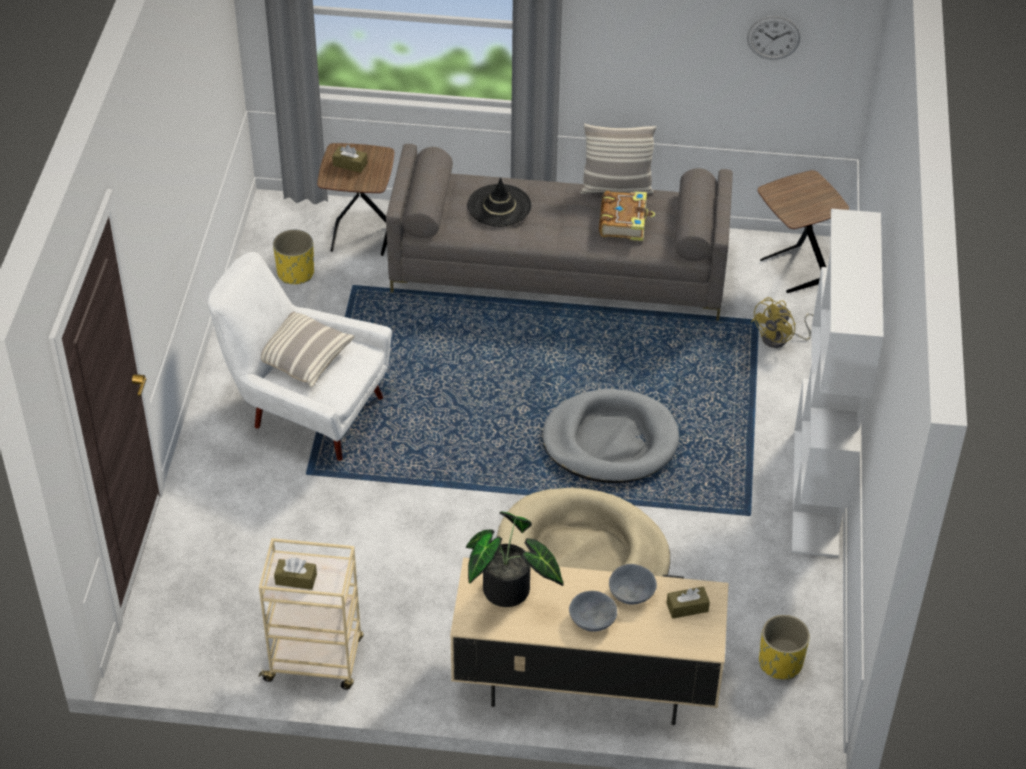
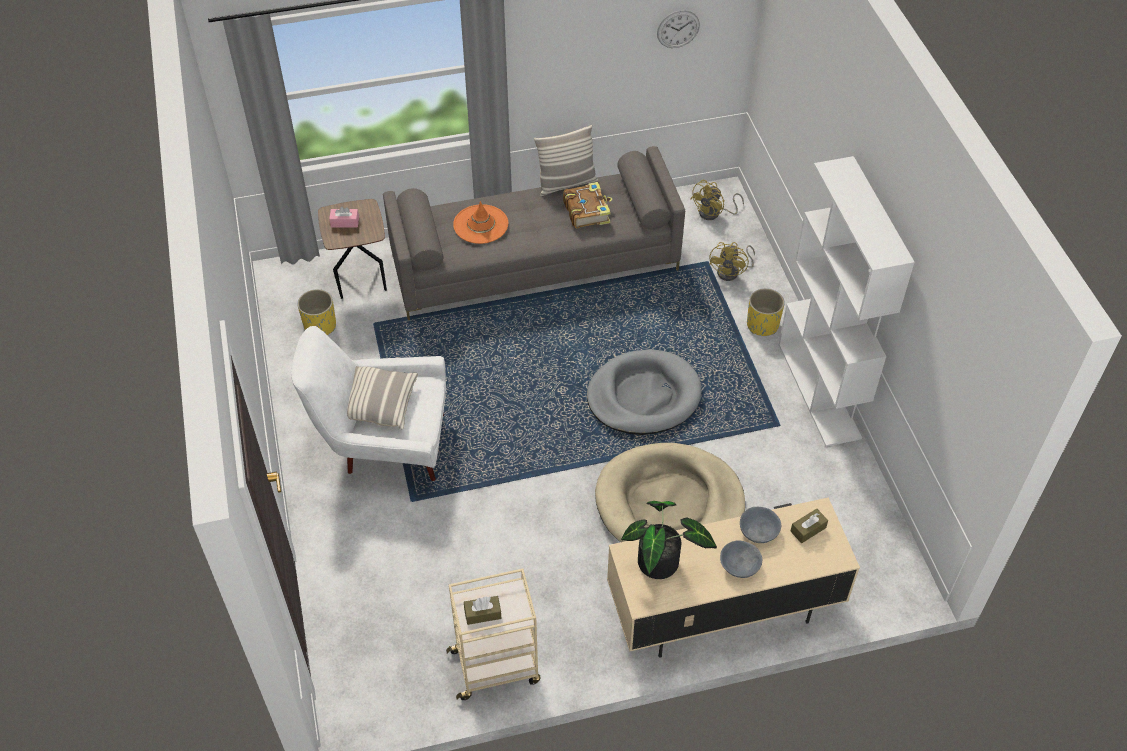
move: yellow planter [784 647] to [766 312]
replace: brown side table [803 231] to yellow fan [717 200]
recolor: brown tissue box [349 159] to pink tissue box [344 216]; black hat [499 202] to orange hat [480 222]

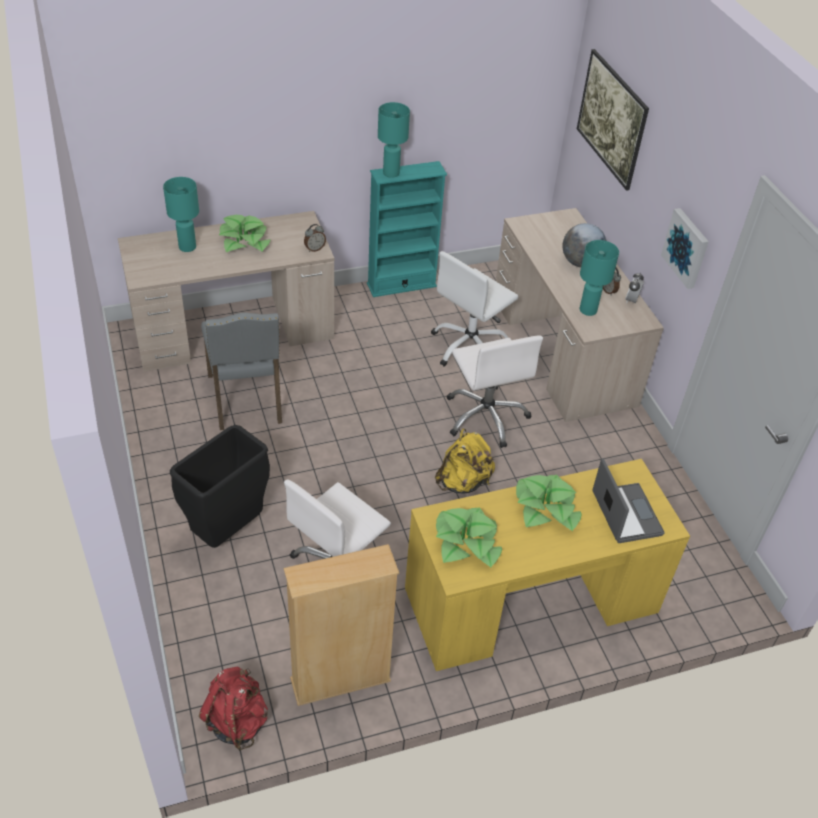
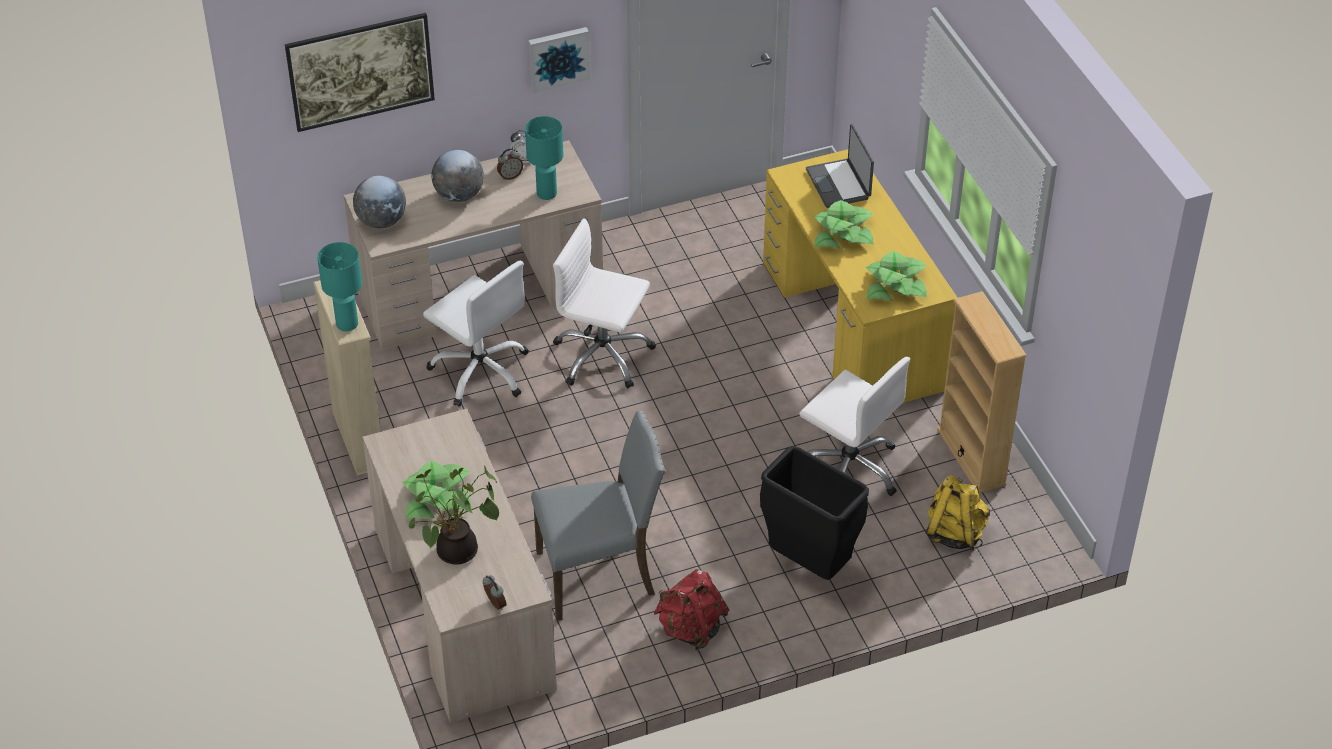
insert: globe [379 202]
move: red backpack [233 708] to [691 609]; alarm clock [315 238] to [495 592]; yellow backpack [465 461] to [957 513]
replace: turquoise table lamp [181 214] to potted plant [454 515]
recolor: turquoise bookcase [407 229] to beige bookcase [347 378]
rotate: white office chair [494 391] = [604 303] 135 degrees counterclockwise; laptop [628 501] = [840 166] 90 degrees counterclockwise

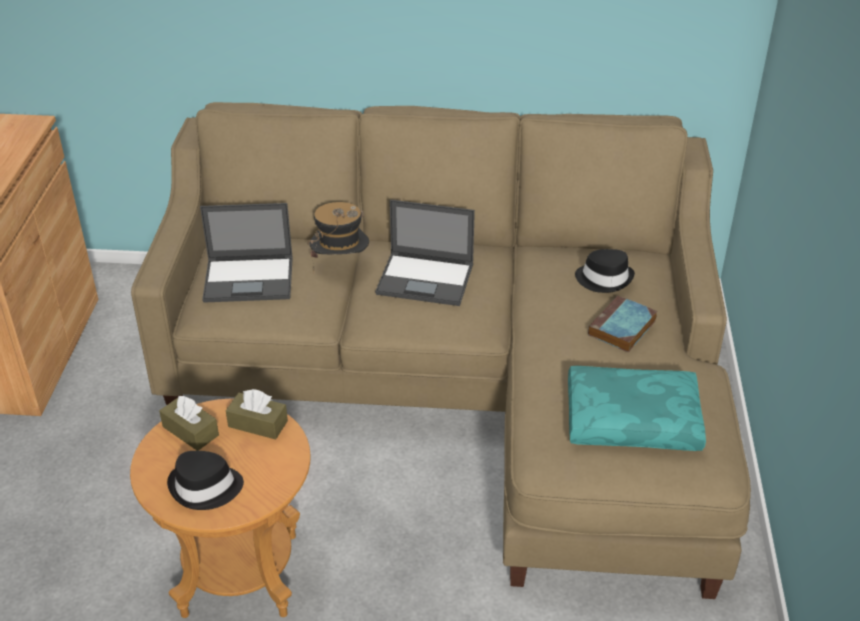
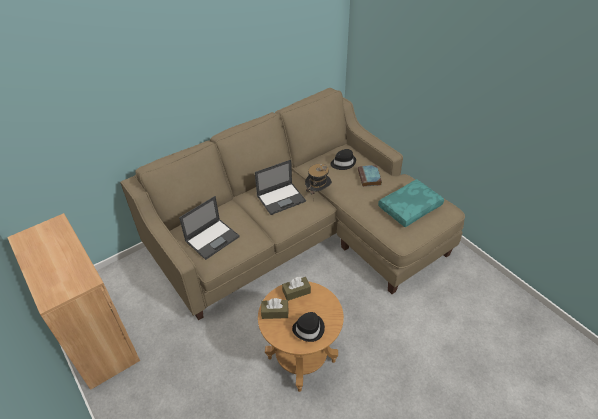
move: hat [338 237] to [318 183]

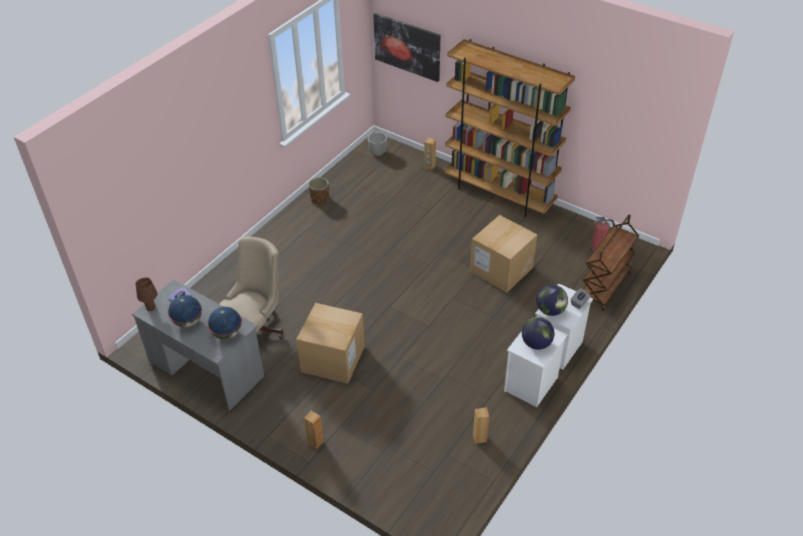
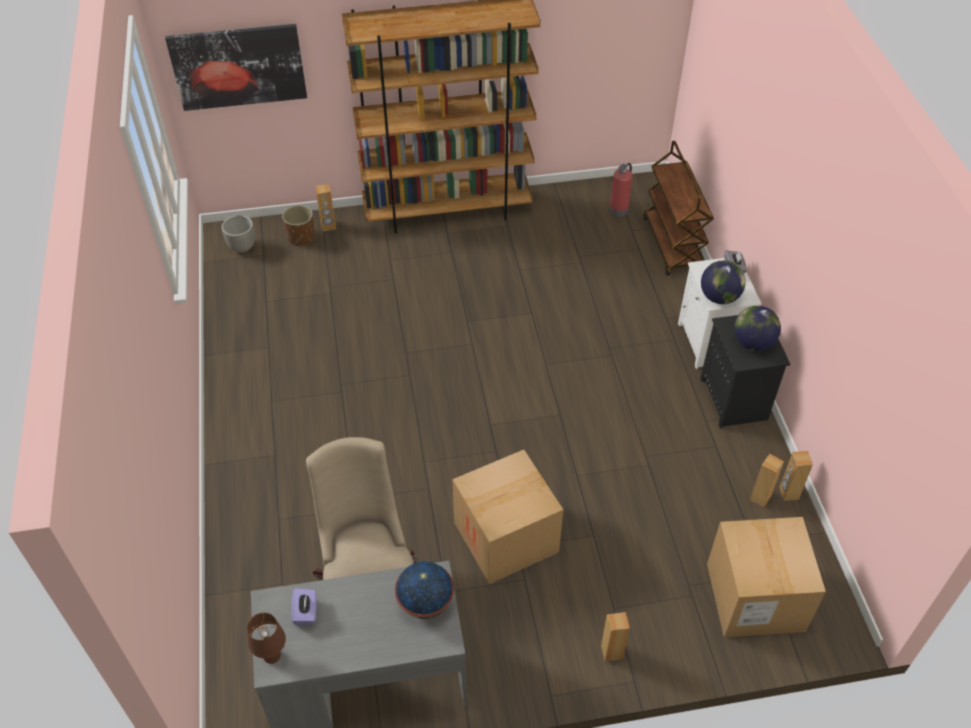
delete: globe [185 311]
insert: brown speaker [796 476]
move: brown planter [318 191] to [298 226]; cardboard box [504 253] to [766 577]
recolor: white nightstand [536 367] to black nightstand [745 372]

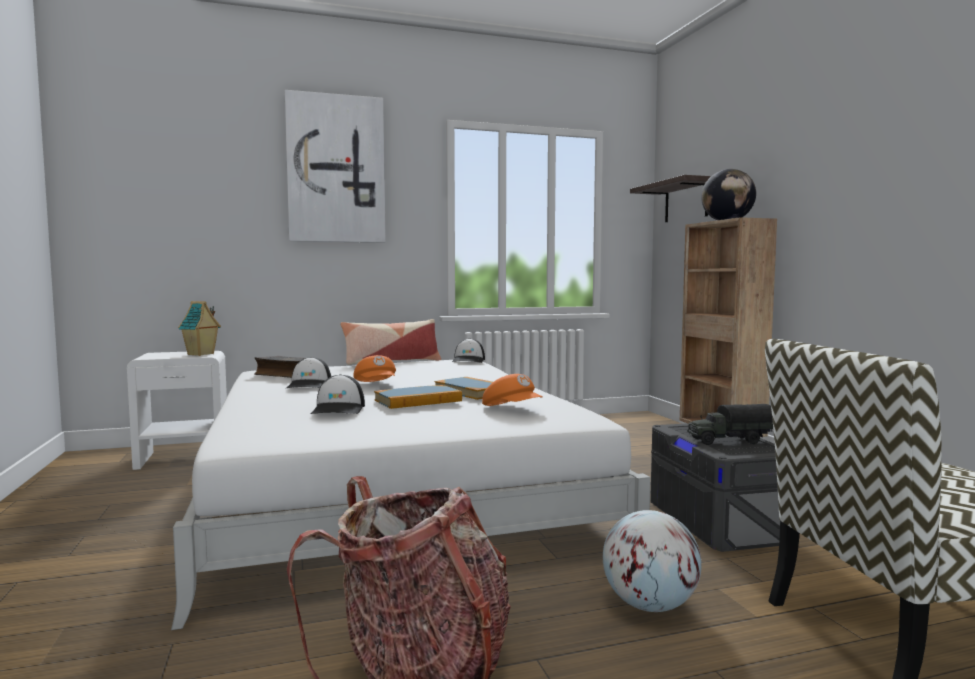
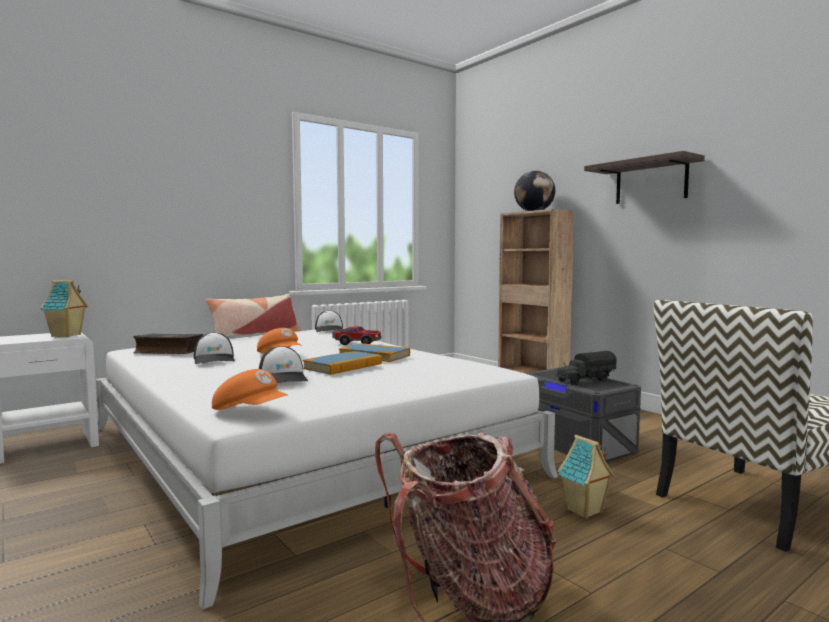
delete: picture [335 166]
insert: toy car [357 335]
move: orange cap [512 390] to [250 389]; shelf [670 198] to [644 177]
replace: globe [652 561] to toy house [586 477]

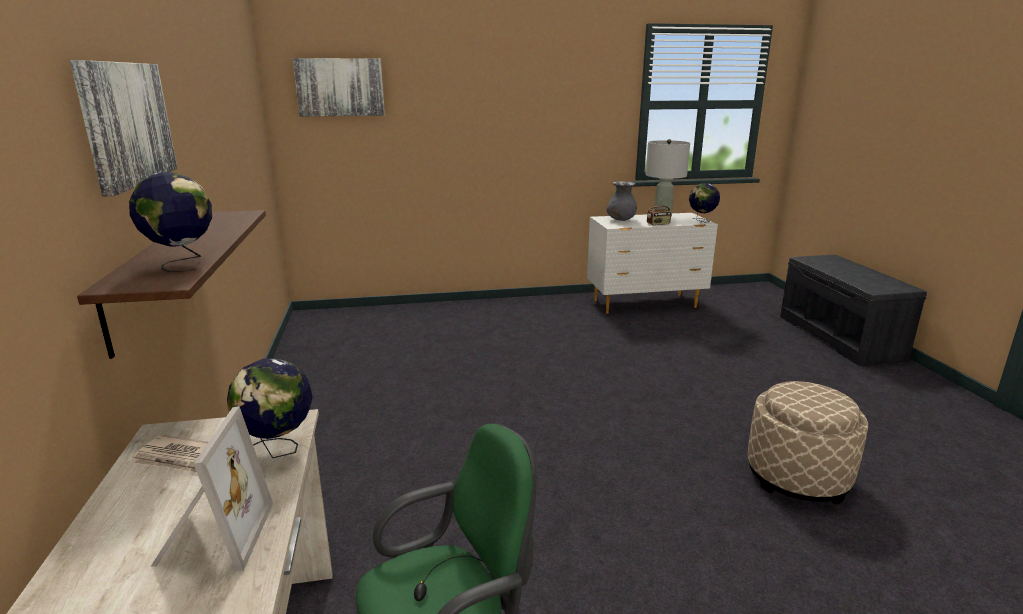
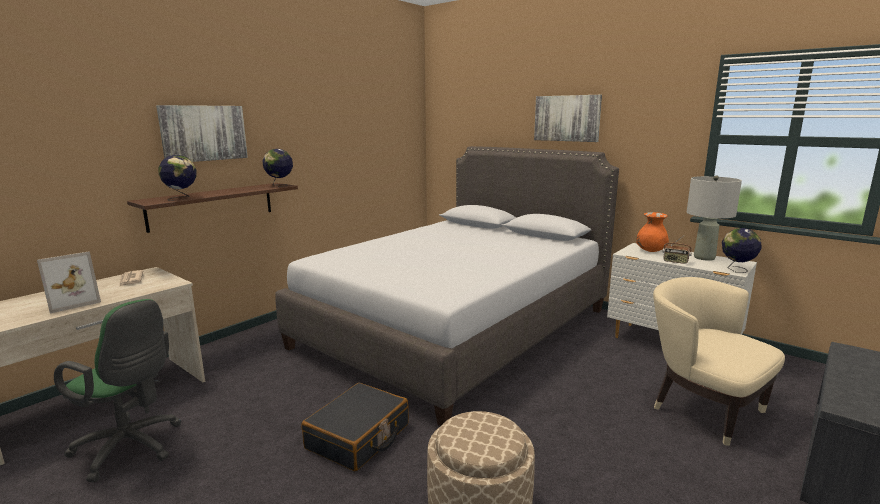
insert: grey bed [447 286]; black suitcase [355 427]; beige armchair [719 361]
move: globe [269 408] to [277 168]; picture [339 87] to [568 118]
recolor: grey vase [622 201] to orange vase [652 232]

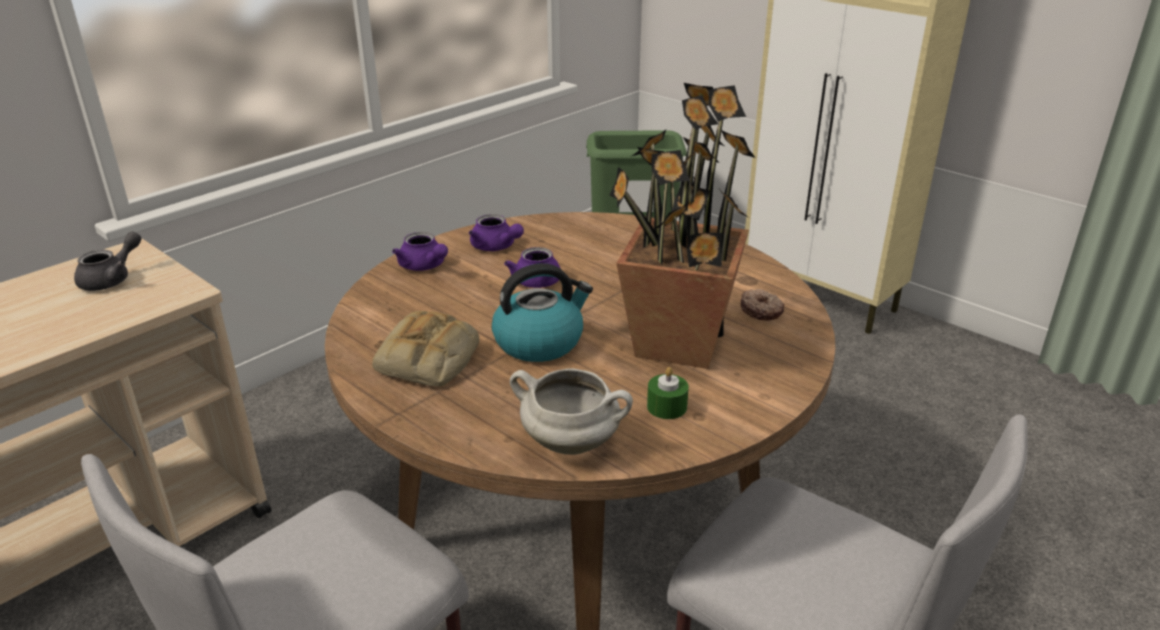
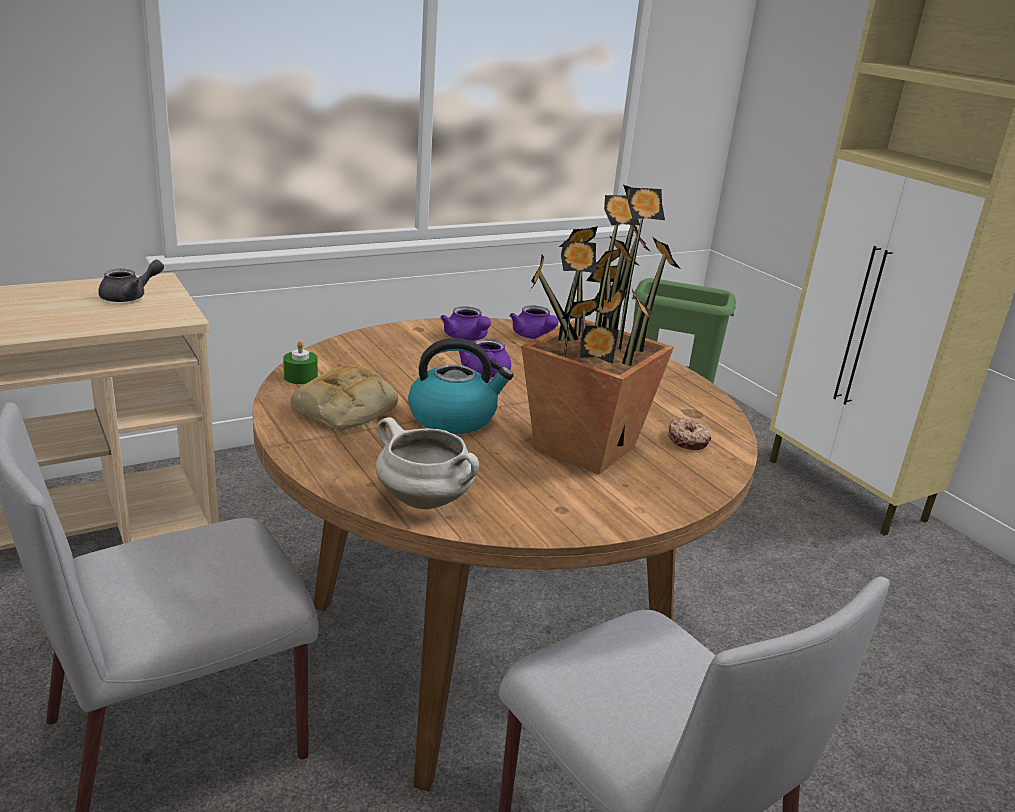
move: purple teapot [420 251] to [534 322]; green candle [668 393] to [300 362]

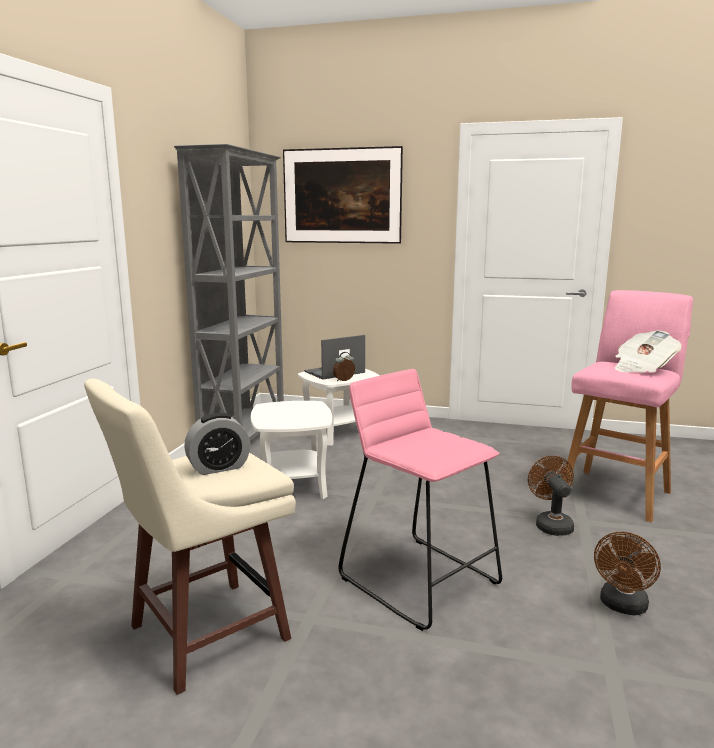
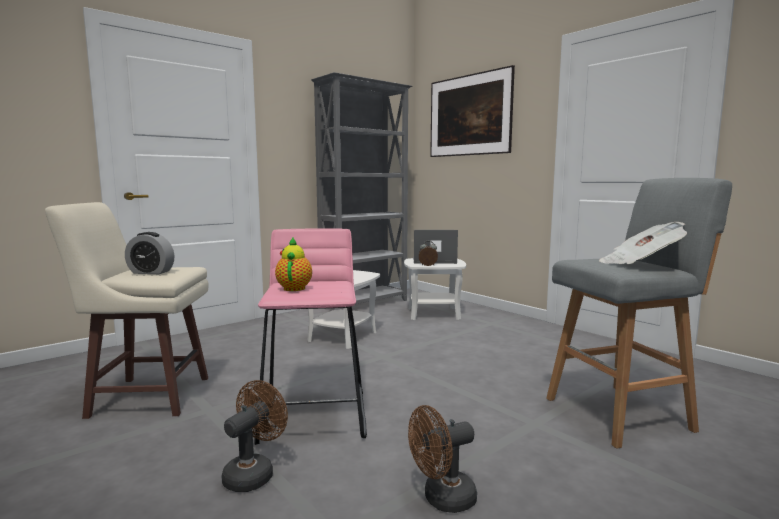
insert: teapot [293 264]
move: brown fan [551 496] to [254 436]
recolor: pink stool [628 406] to grey stool [639 313]

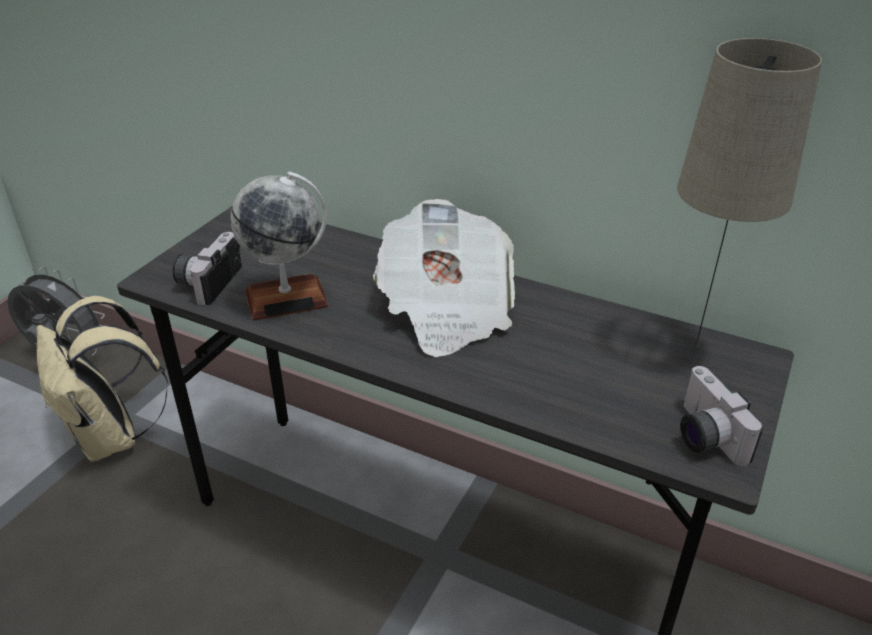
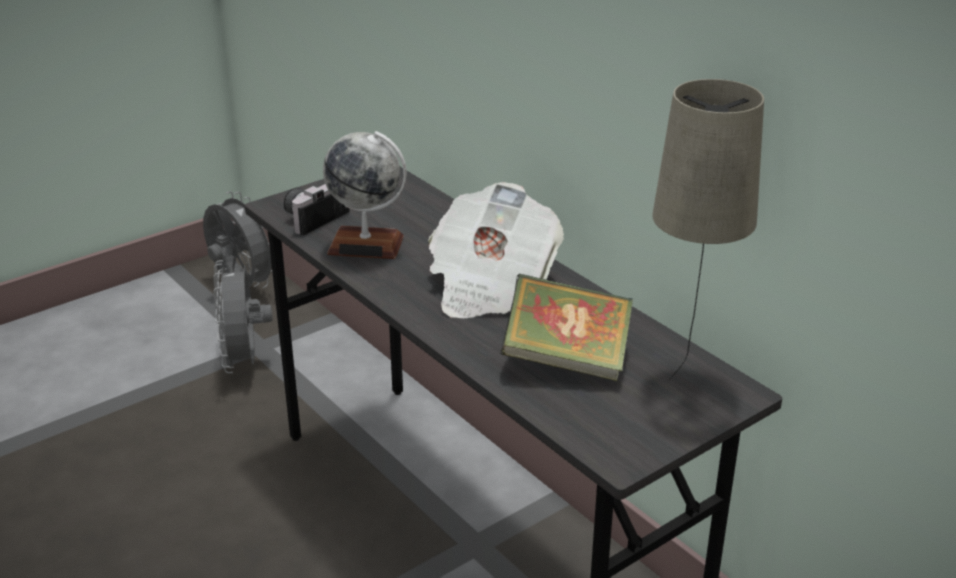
delete: photo camera [721 416]
insert: book [567 327]
replace: beige backpack [102 379] to grey fan [243 316]

